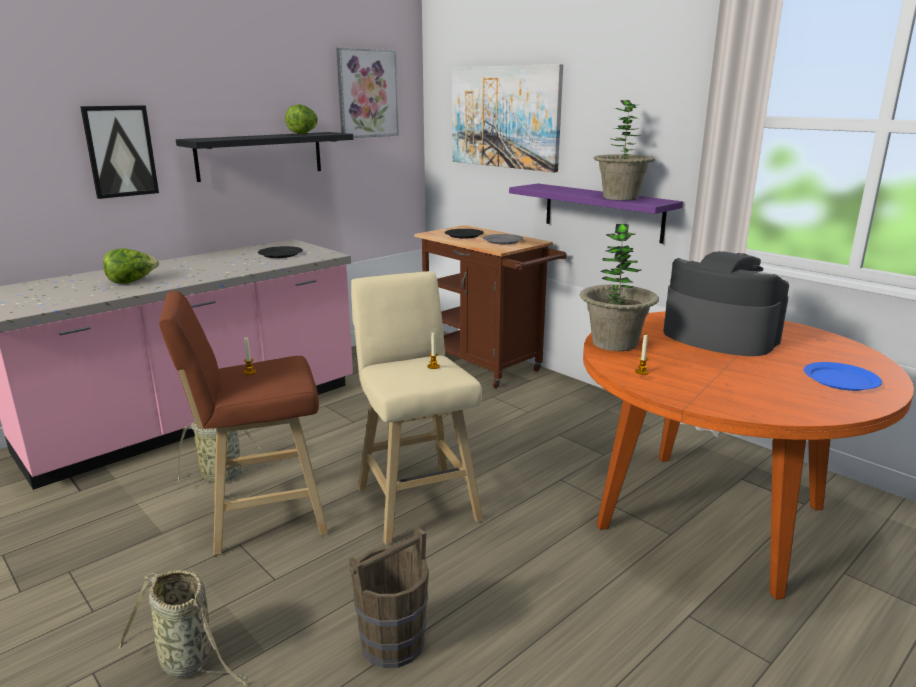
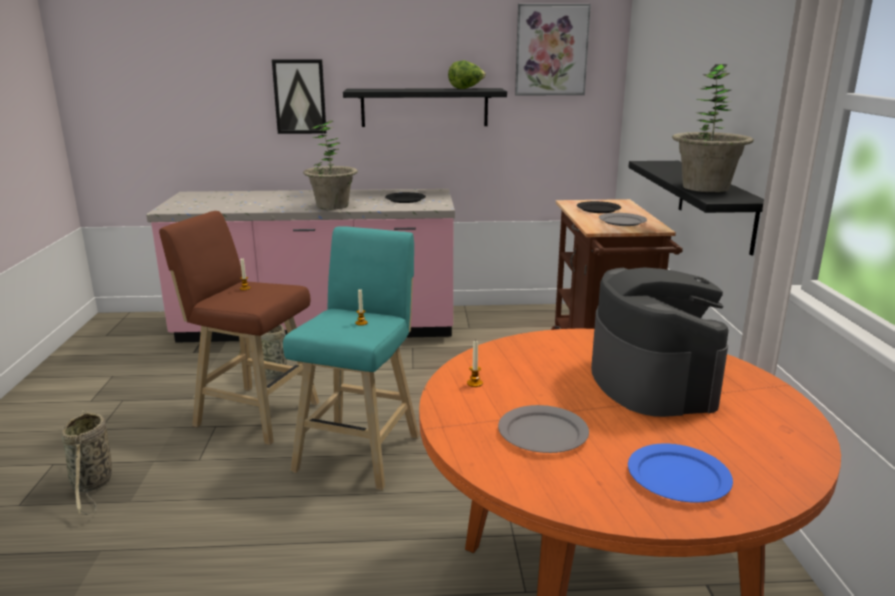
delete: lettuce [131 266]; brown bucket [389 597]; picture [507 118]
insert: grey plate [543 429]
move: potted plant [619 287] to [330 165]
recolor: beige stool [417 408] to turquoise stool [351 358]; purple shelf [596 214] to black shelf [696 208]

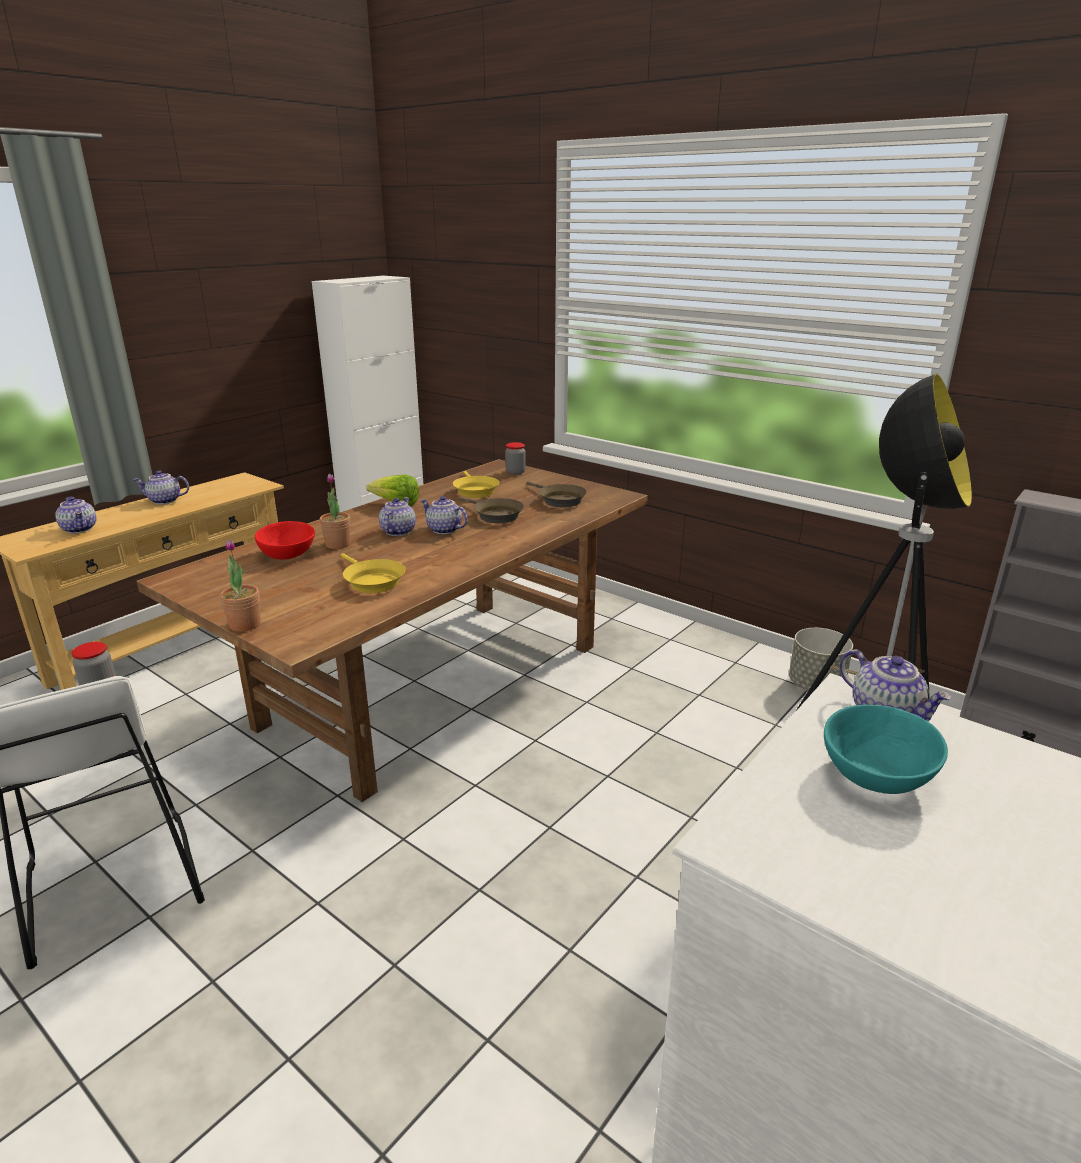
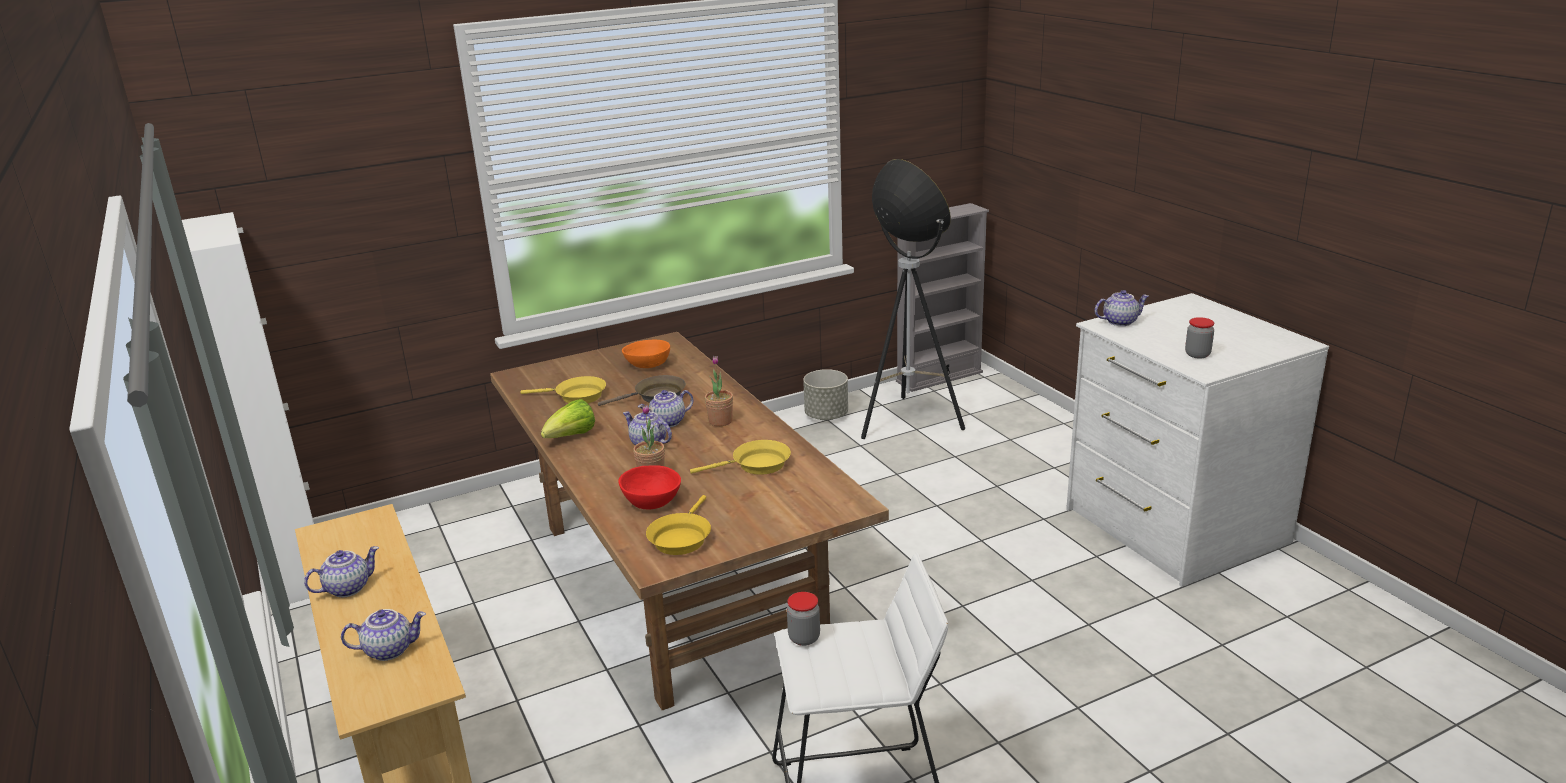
delete: turquoise bowl [886 749]
insert: yellow frying pan [678 525]
move: potted plant [240 585] to [719 391]; jar [515 458] to [1199 338]
replace: brown frying pan [557 494] to orange bowl [646 354]
rotate: teapot [161 487] = [341 571] 150 degrees counterclockwise

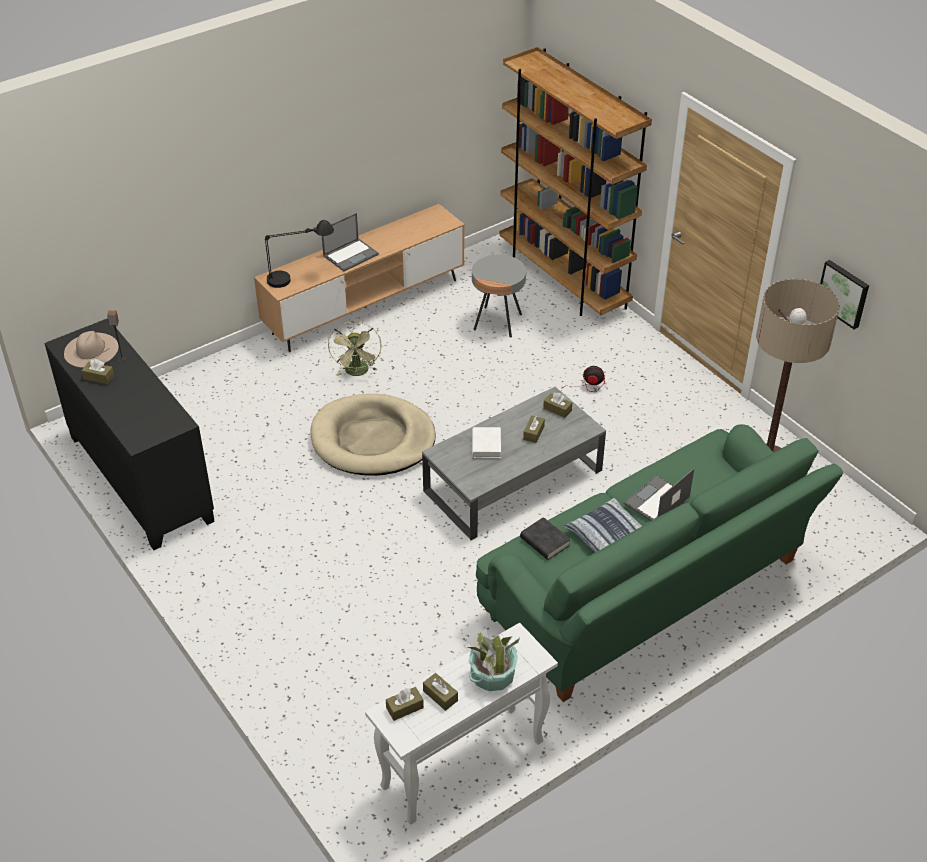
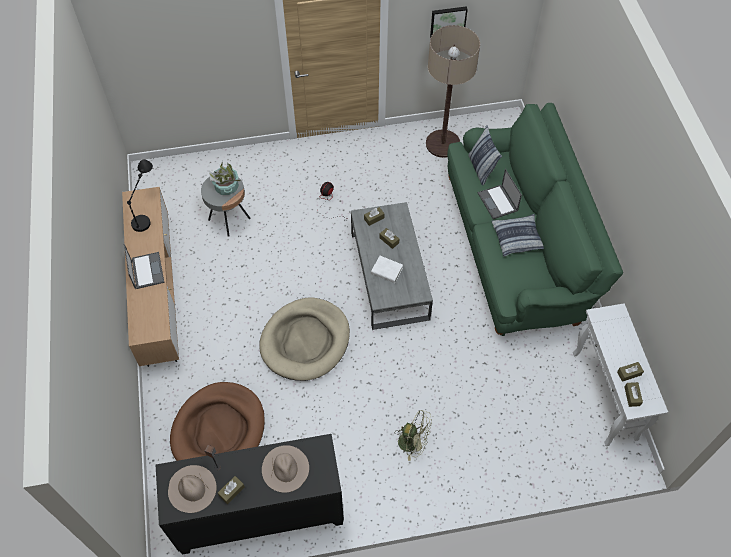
delete: brown bookcase [575 181]; black book [545 538]
insert: brown dog bed [217 421]; beige hat [285 469]; pillow [485 155]
move: black table lamp [299 254] to [140 195]; green fan [355 348] to [414 435]; potted plant [493 660] to [225 178]

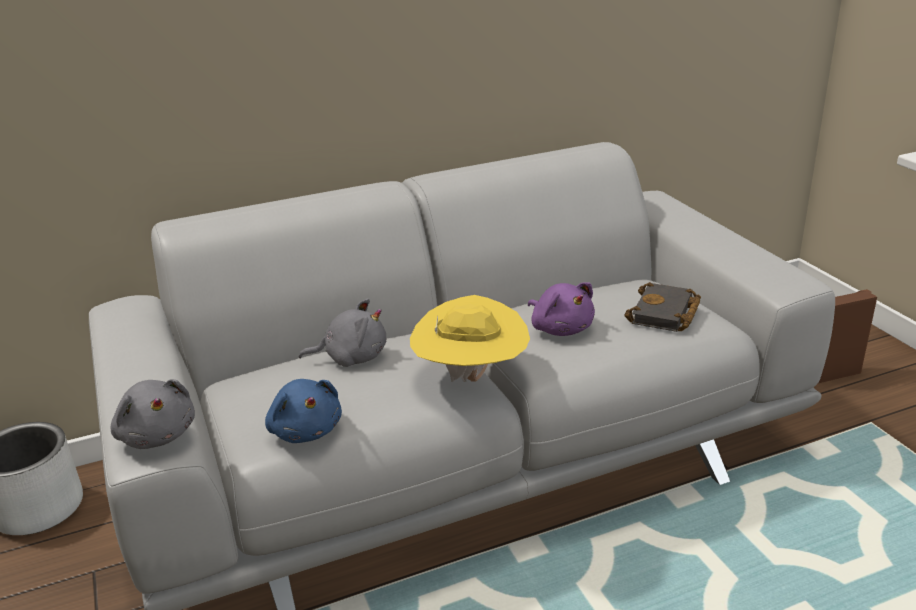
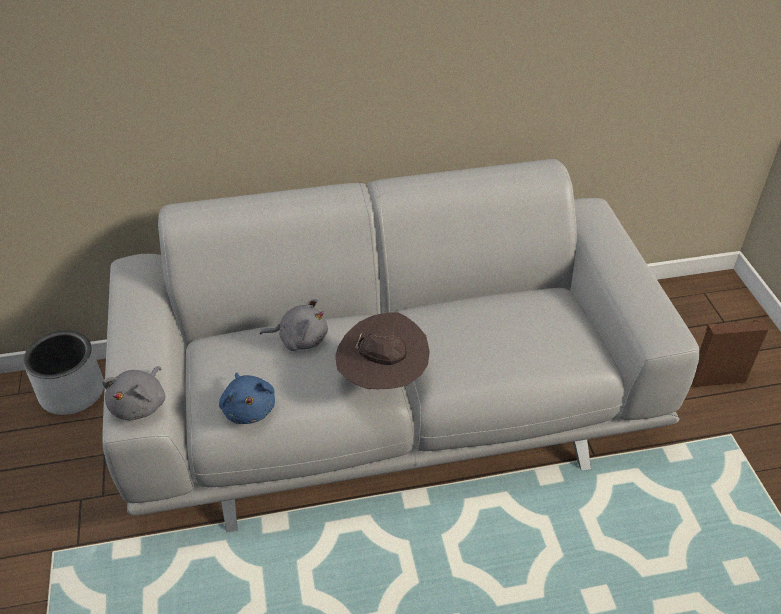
delete: purple plush toy [561 309]; black book [662 307]
recolor: yellow hat [470 338] to brown hat [382 350]
rotate: grey plush toy [153 414] = [134 393] 45 degrees clockwise

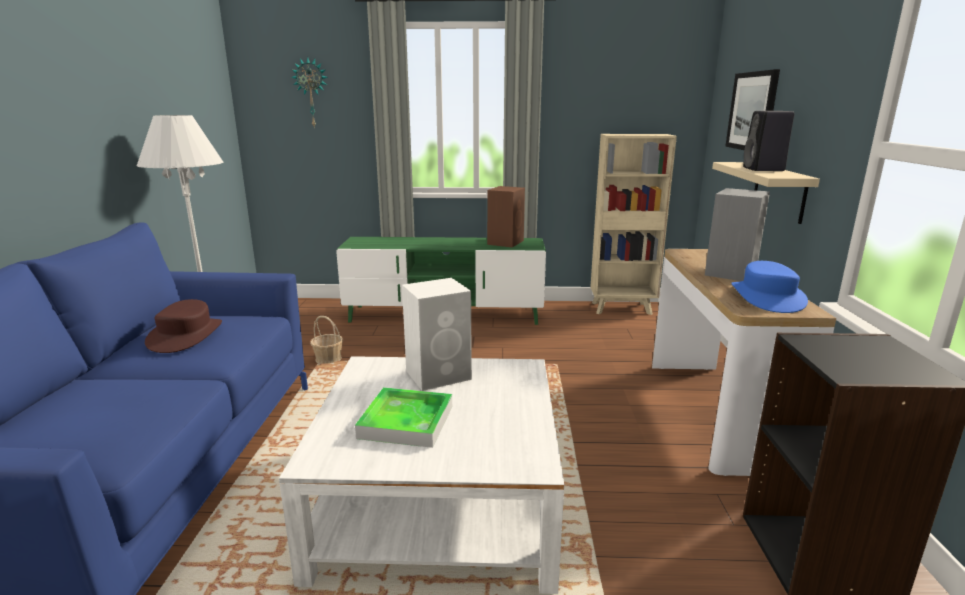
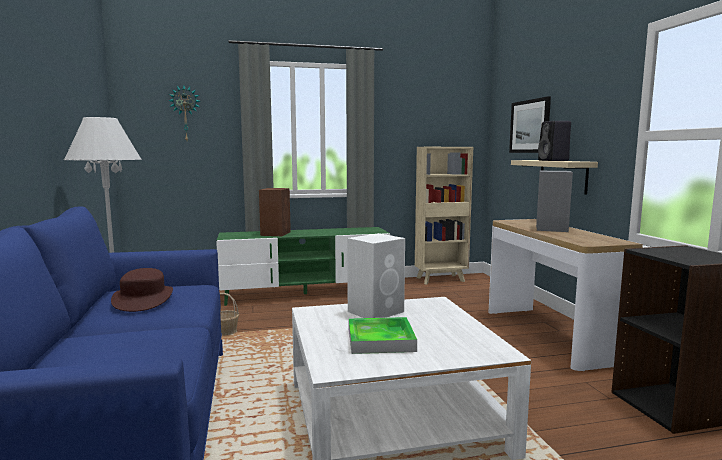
delete: blue hat [770 287]
move: brown speaker [506 217] to [275 212]

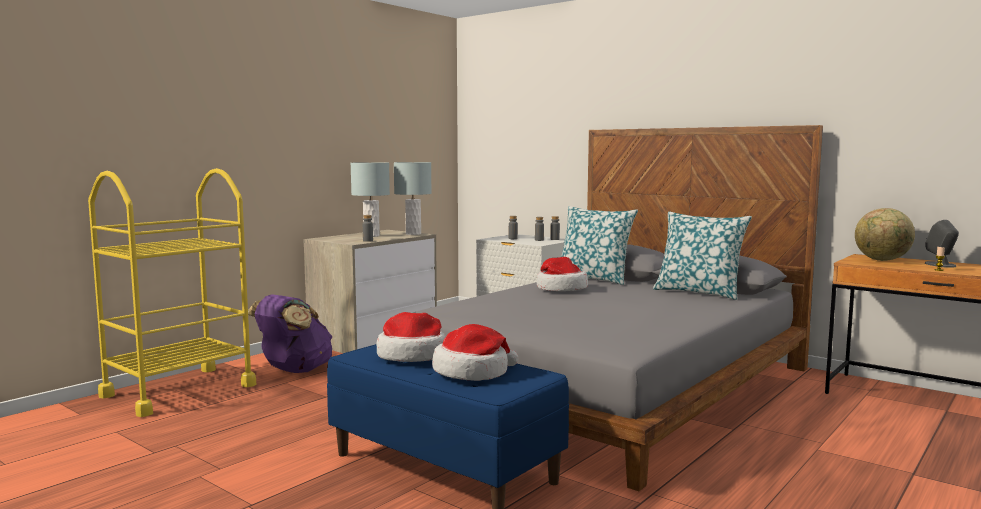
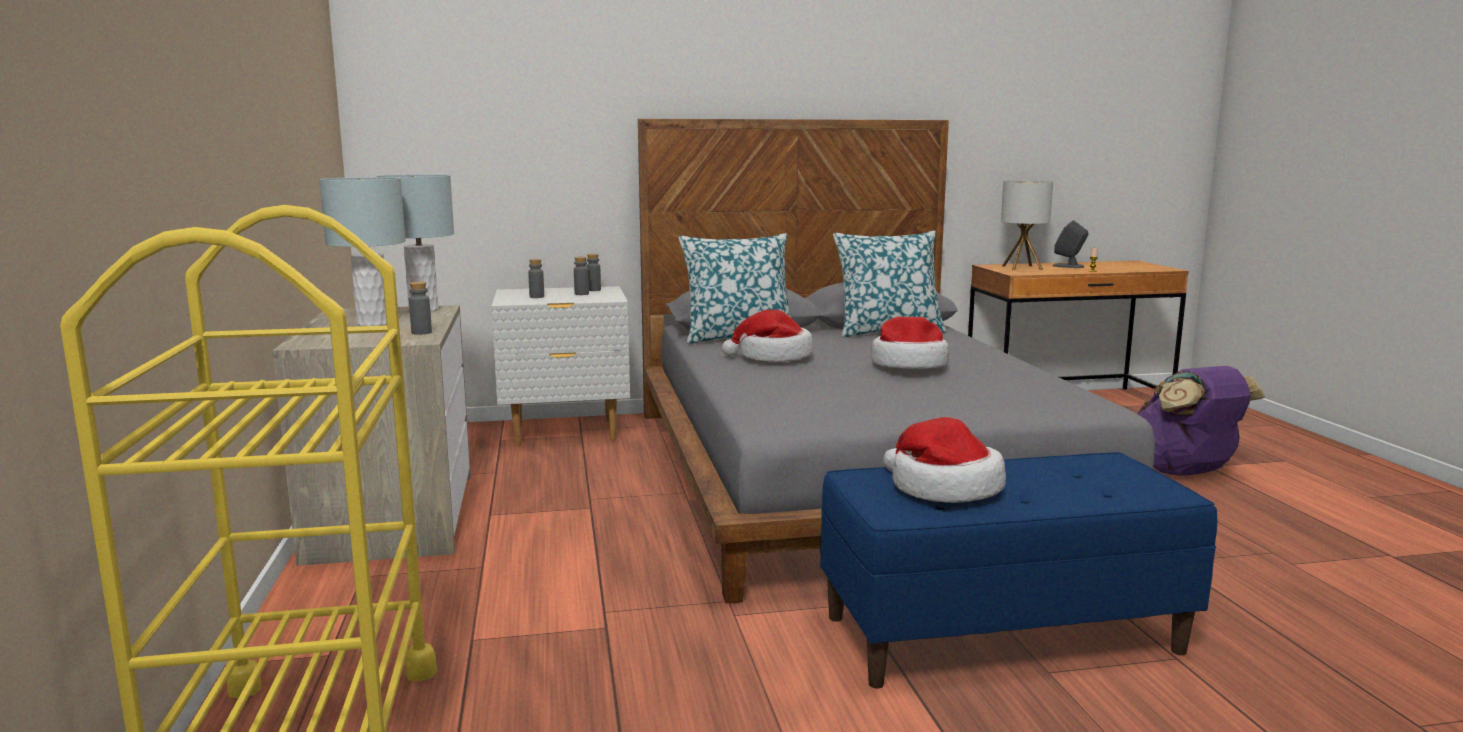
move: purple backpack [290 333] to [1201 421]; hat [475 352] to [910 342]
replace: globe [885 234] to table lamp [1027 225]

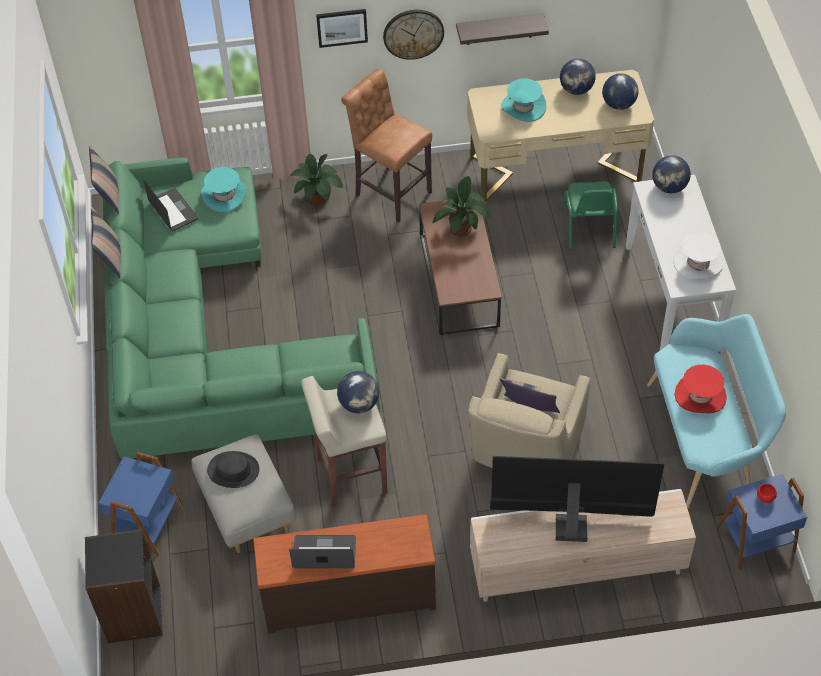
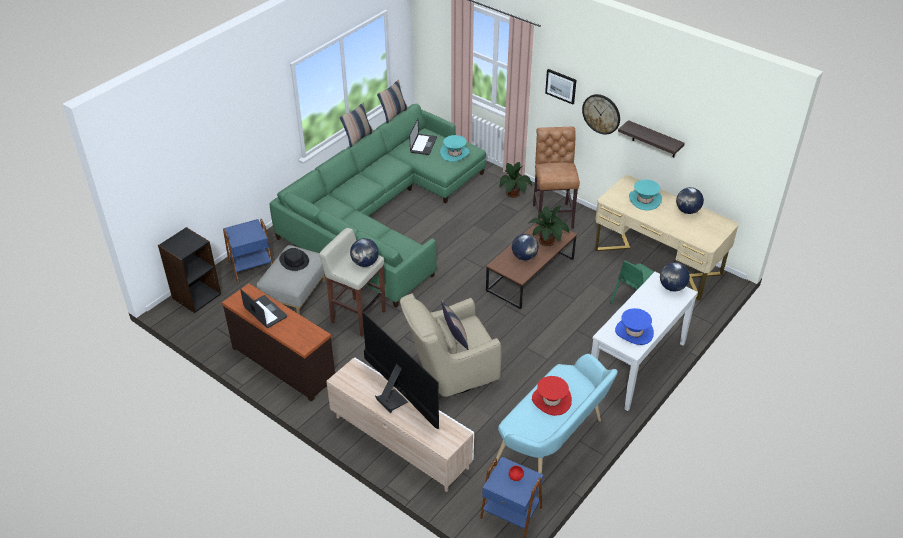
move: globe [620 91] to [525 247]
recolor: white hat [698 255] to blue hat [634 326]

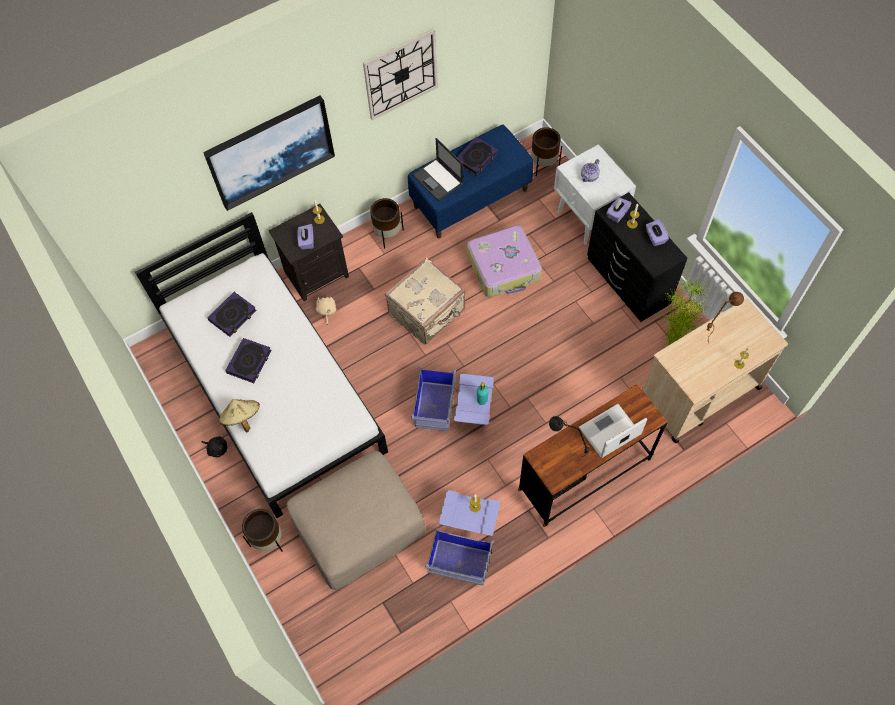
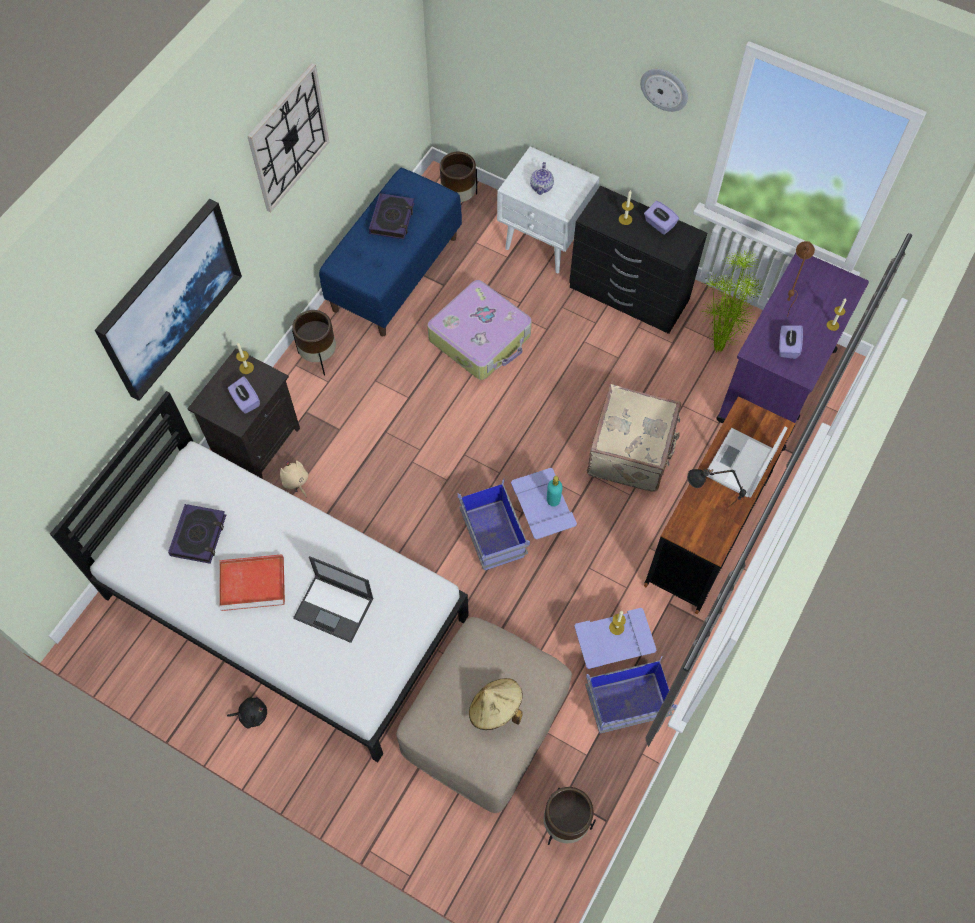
insert: wall clock [664 90]
move: beige hat [239 416] to [496 704]; brown planter [262 530] to [570 816]; beige suitcase [425 301] to [634 438]; laptop [438 169] to [333 599]; purple tissue box [619 210] to [791 342]
replace: book [248 360] to red tray [252 582]
recolor: beige cart [715 370] to purple cart [792 352]

